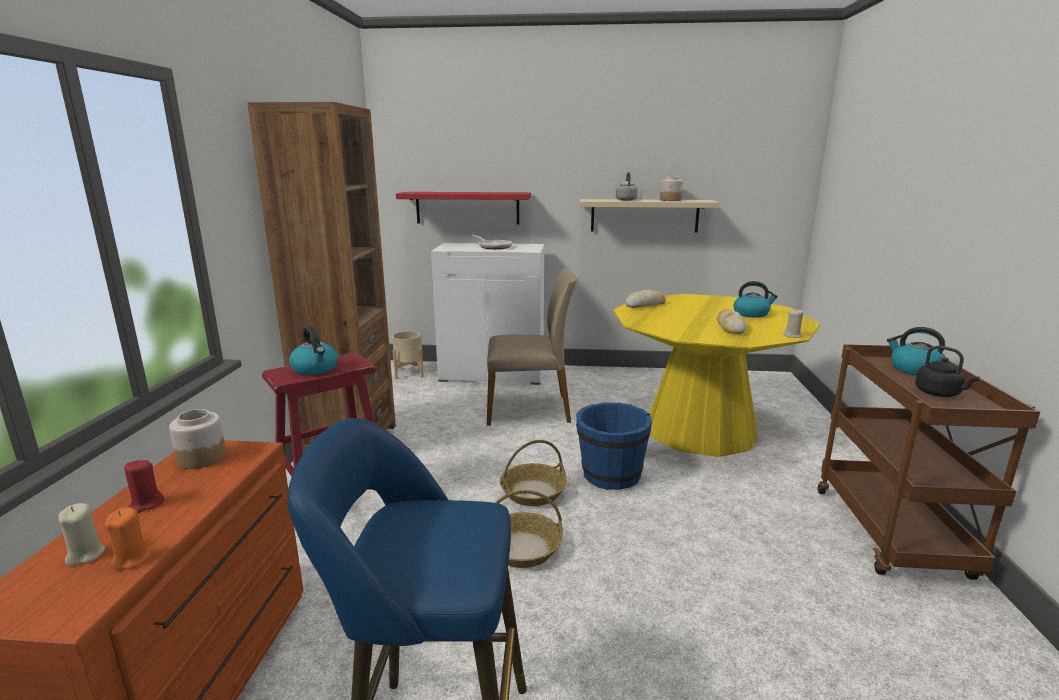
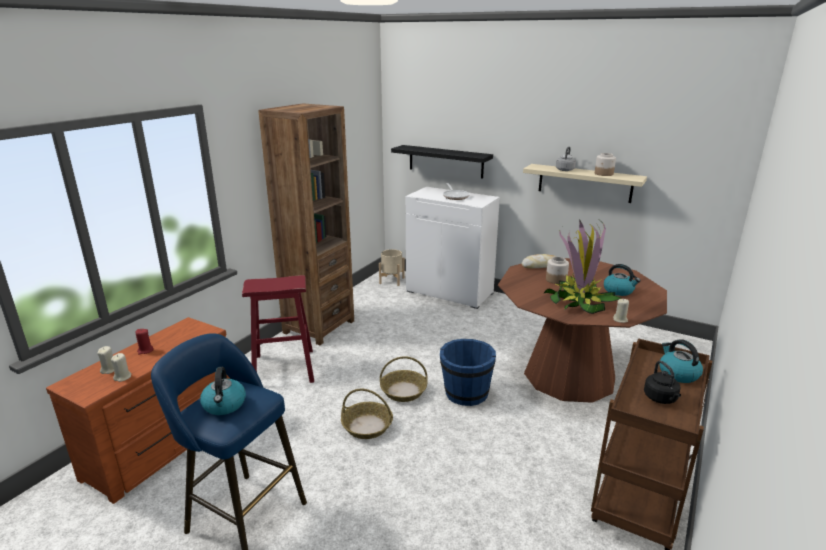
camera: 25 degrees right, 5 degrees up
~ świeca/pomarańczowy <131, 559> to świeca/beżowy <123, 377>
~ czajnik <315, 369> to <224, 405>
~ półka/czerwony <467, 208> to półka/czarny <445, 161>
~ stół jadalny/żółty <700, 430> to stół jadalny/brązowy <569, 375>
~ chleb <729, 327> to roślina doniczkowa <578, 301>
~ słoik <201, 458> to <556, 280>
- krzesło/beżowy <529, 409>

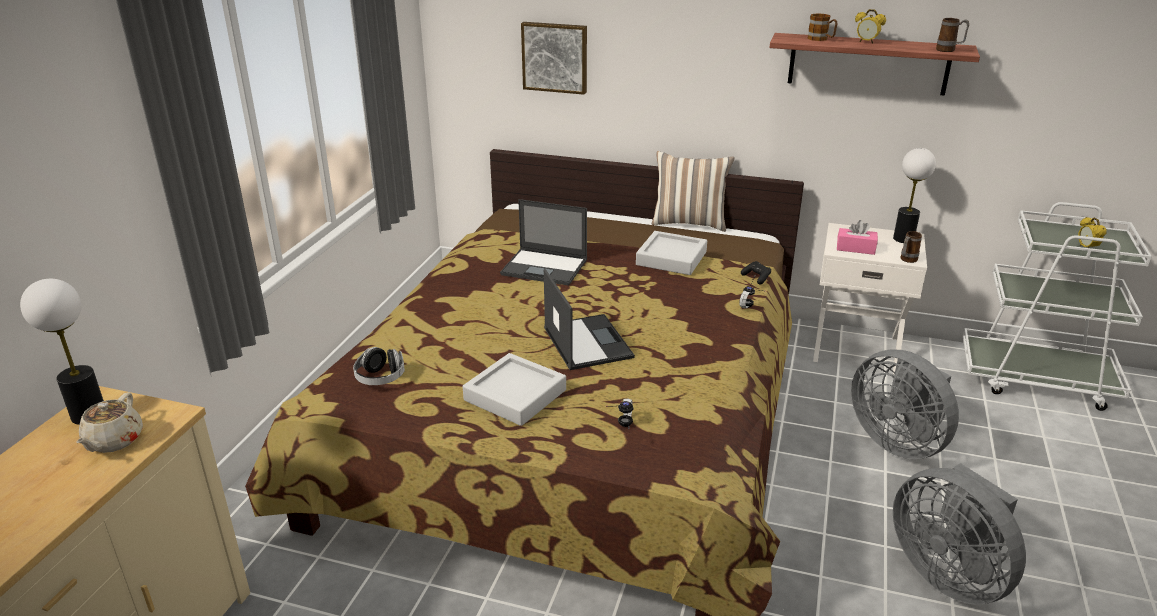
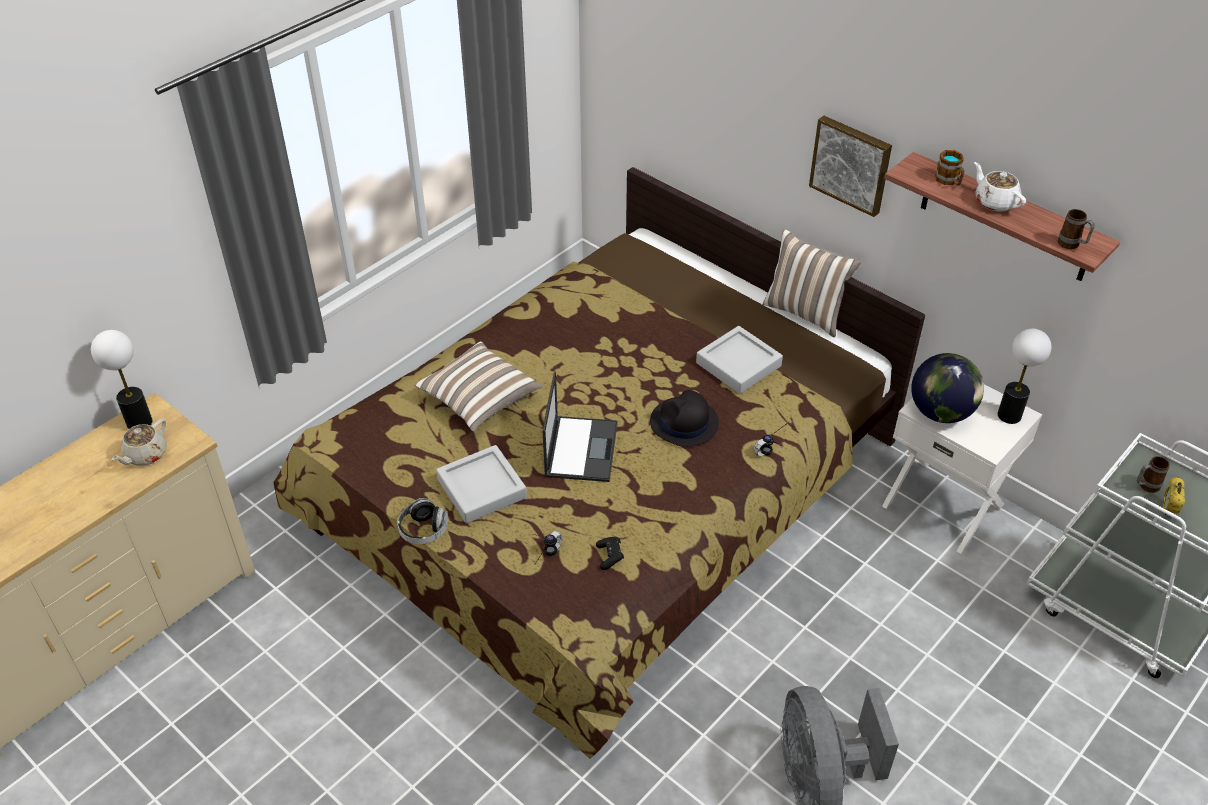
camera: 25 degrees right, 15 degrees up
~ słuchawki <380, 378> to <423, 530>
+ poduszka <479, 399>
~ pad do gier/czarny <756, 277> to <610, 556>
+ kapelusz/czarny <684, 423>
~ obraz <555, 57> to <851, 164>
~ pudełko chusteczek/różowy <855, 248> to globus <941, 412>
~ budzik <866, 42> to imbryk/biały <994, 202>
~ kubek <906, 260> to <1145, 486>
- laptop <545, 267>
- wentylator/szary <898, 441>

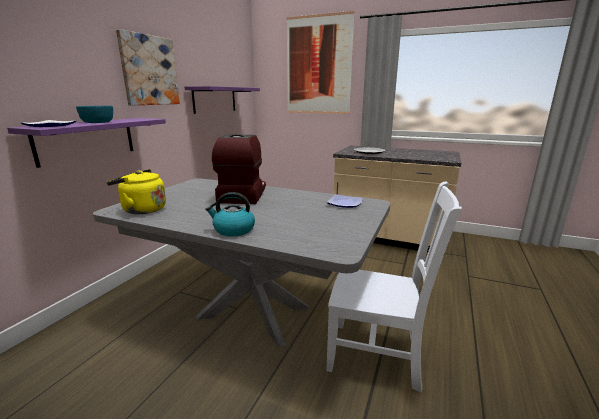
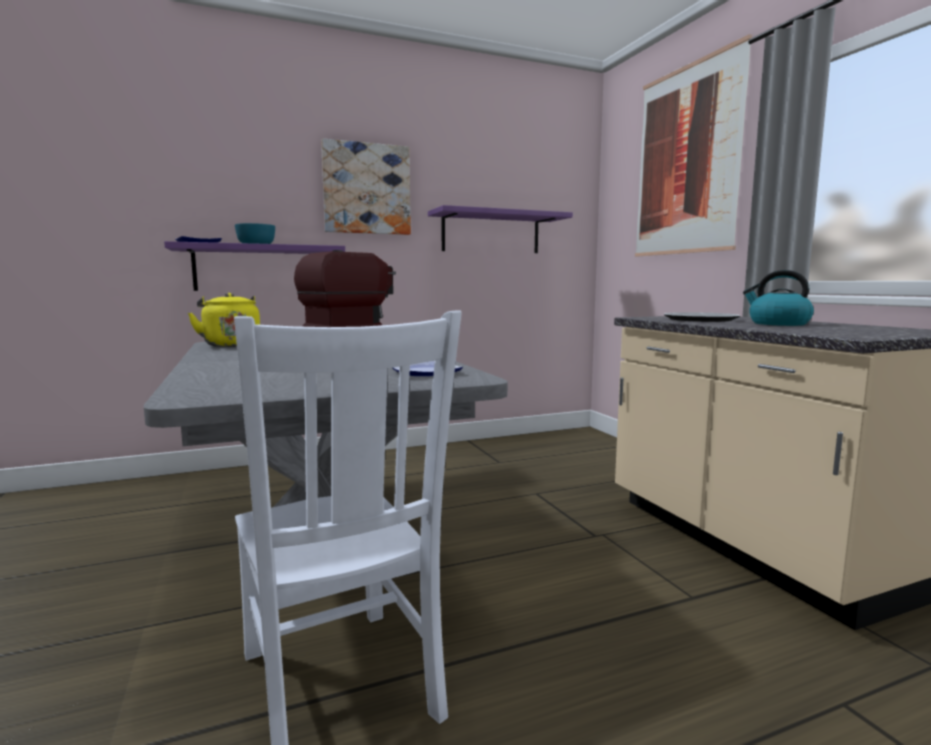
camera: 45 degrees right, 10 degrees down
~ czajnik <233, 230> to <777, 324>

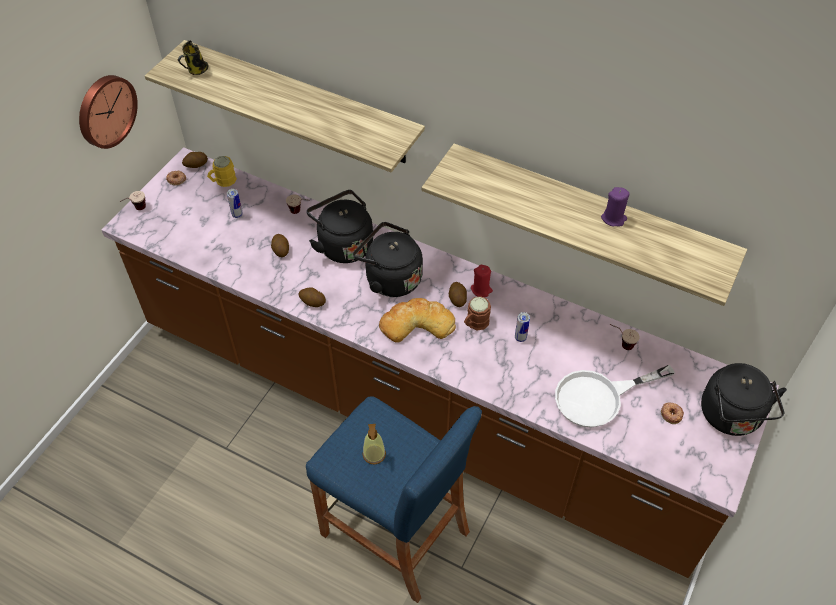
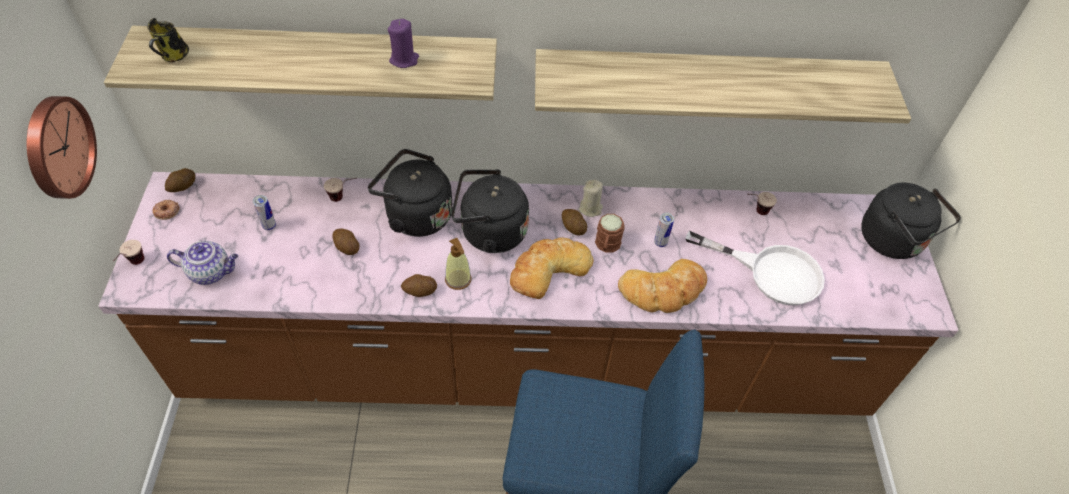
camera: 30 degrees left, 0 degrees up
+ imbryk <211, 272>
~ świeca/fioletowy <613, 218> to <404, 60>
~ dozownik mydła <374, 454> to <458, 279>
~ świeca/czerwony <481, 289> to świeca/beżowy <590, 209>
+ chleb <663, 290>
~ patelnia/biały <598, 397> = <771, 272> 105 degrees counterclockwise
- kubek/żółty <222, 181>
- donut <671, 414>

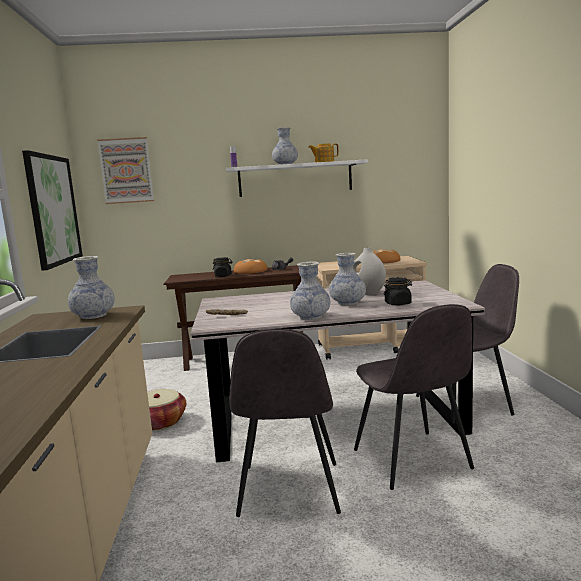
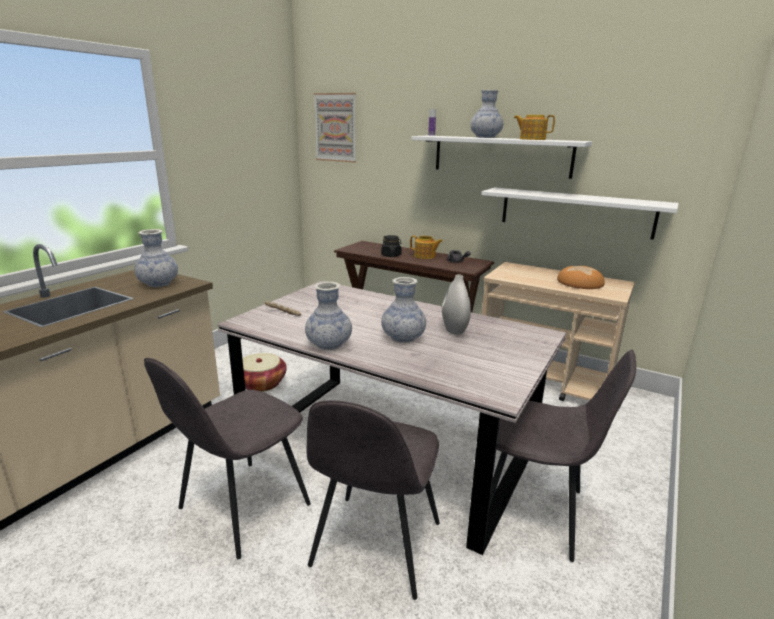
camera: 35 degrees right, 10 degrees up
~ chleb <250, 271> to imbryk <425, 256>
+ półka/biały <575, 212>
- obraz <53, 210>
- słoik/czarny <398, 303>

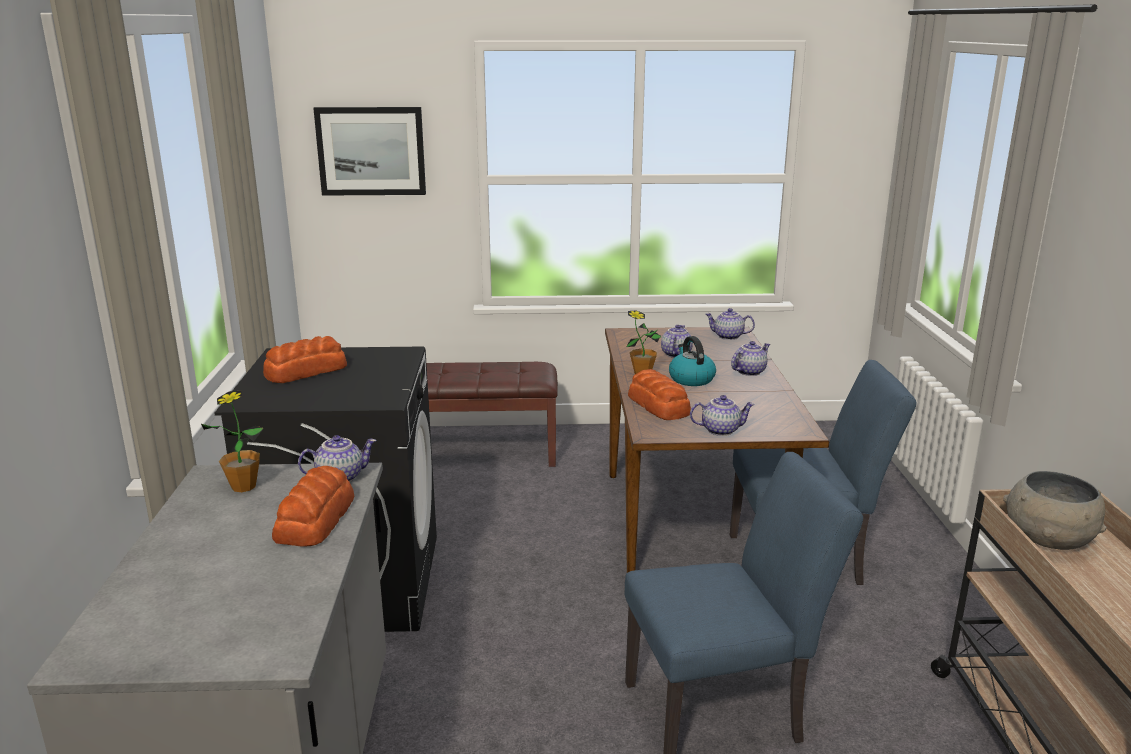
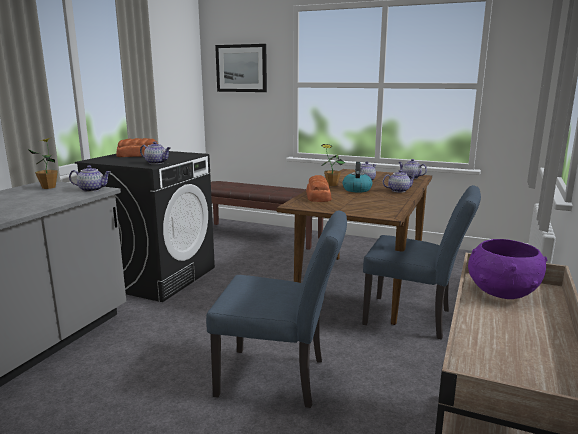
camera: 25 degrees right, 5 degrees down
~ imbryk <720, 430> to <157, 163>
~ miska/szary <1048, 538> to miska/fioletowy <502, 292>
- chleb <316, 519>

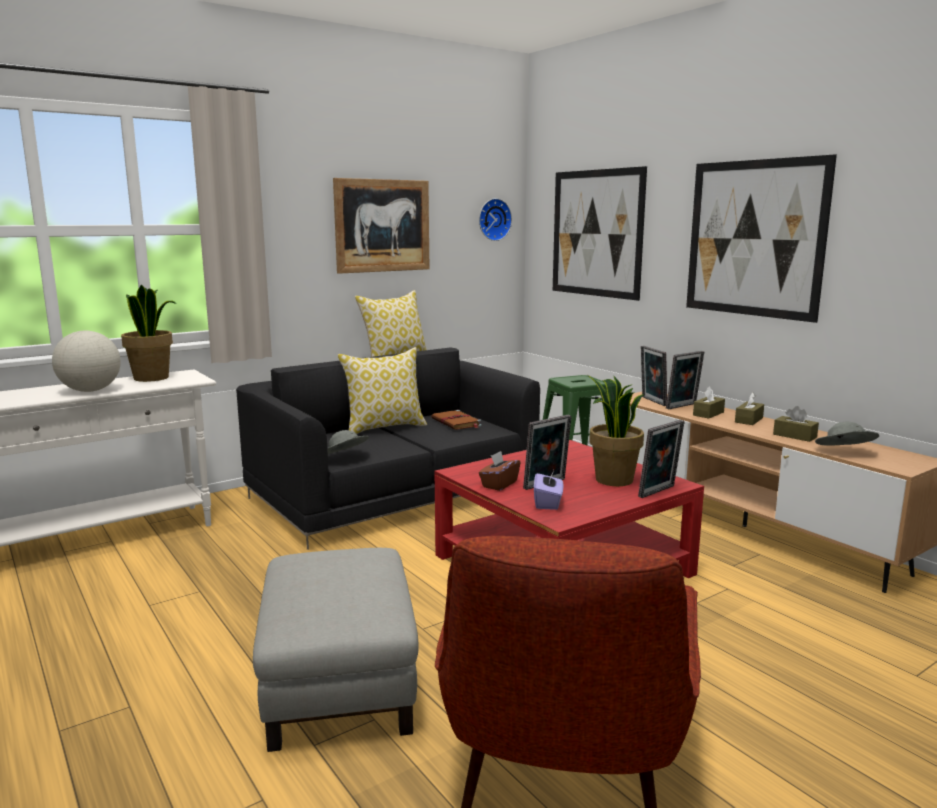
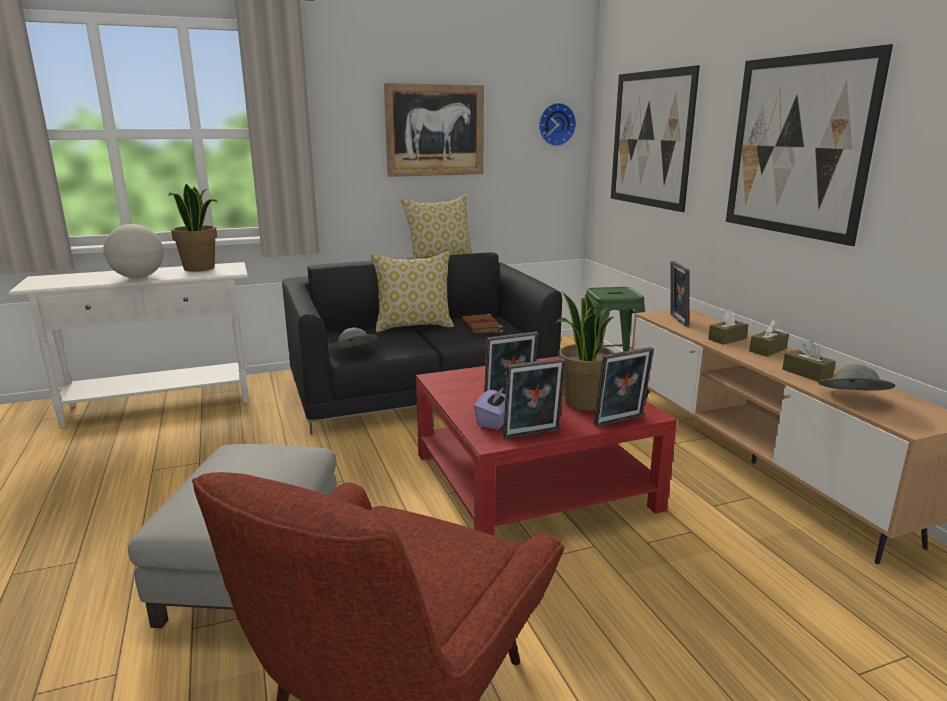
camera: 15 degrees right, 5 degrees up
~ ramka na zdjęcie <683, 406> to <532, 435>
- pudełko chusteczek/brązowy <499, 484>

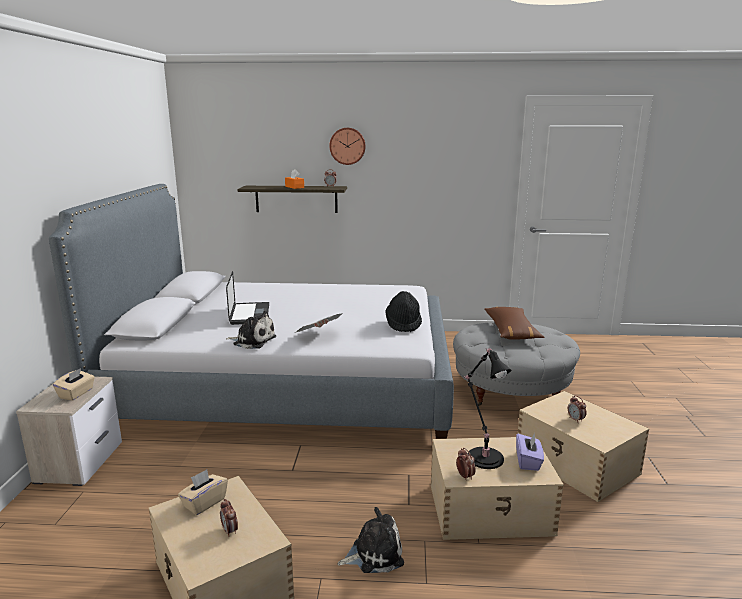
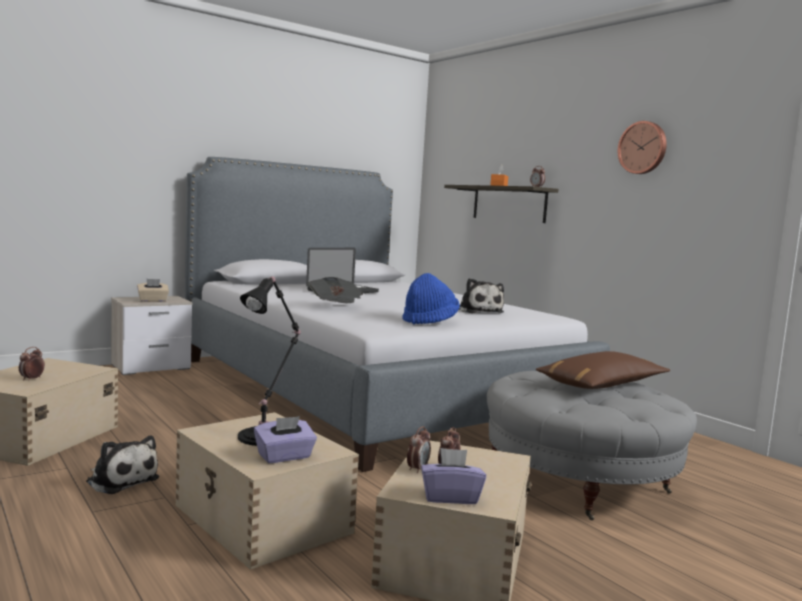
camera: 50 degrees right, 10 degrees down
~ kapelusz/czarny <403, 324> to kapelusz/niebieski <429, 321>
~ budzik <465, 476> to <417, 469>
+ pudełko chusteczek/fioletowy <450, 497>
~ pluszak <252, 341> to <479, 311>
~ zegar ścienny <347, 146> to <643, 148>
- pudełko chusteczek/beżowy <204, 503>

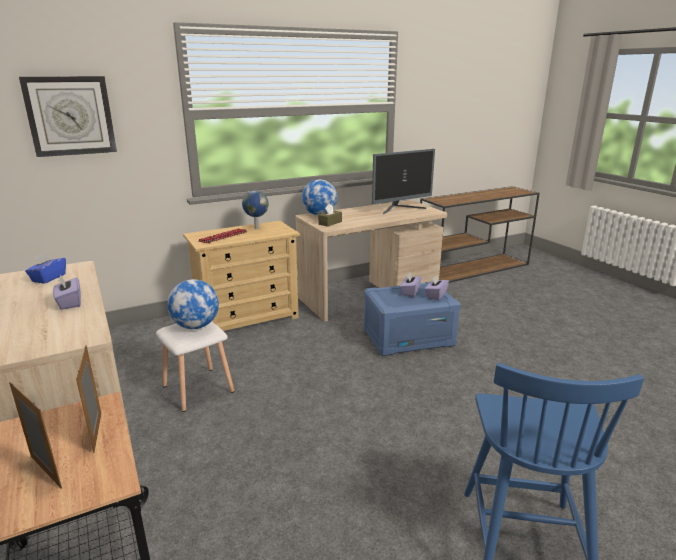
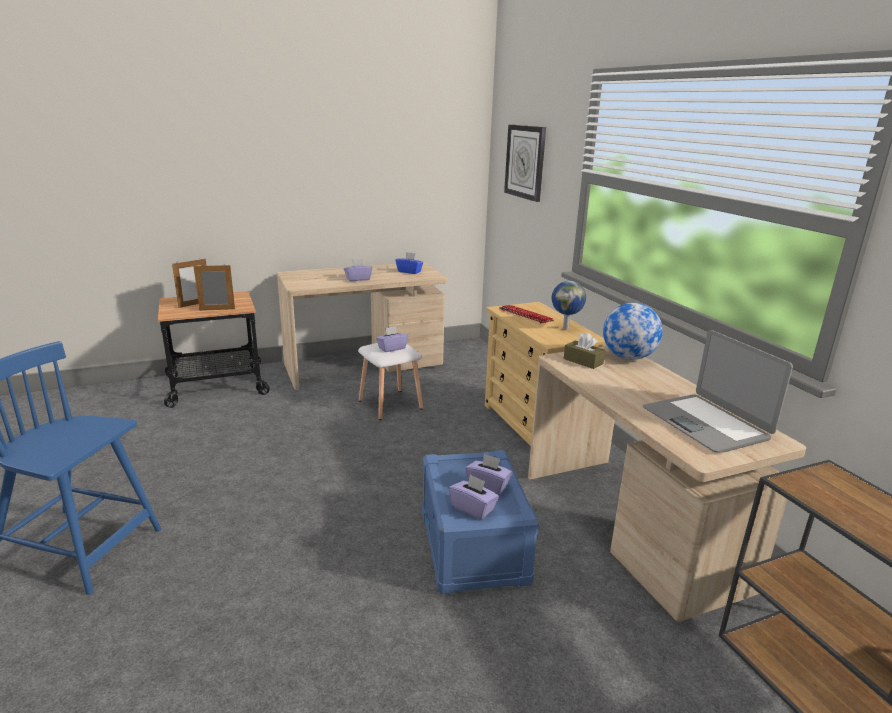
camera: 95 degrees right, 0 degrees up
~ globus <196, 326> to pudełko chusteczek/fioletowy <392, 348>
~ monitor <400, 209> to laptop <706, 423>

